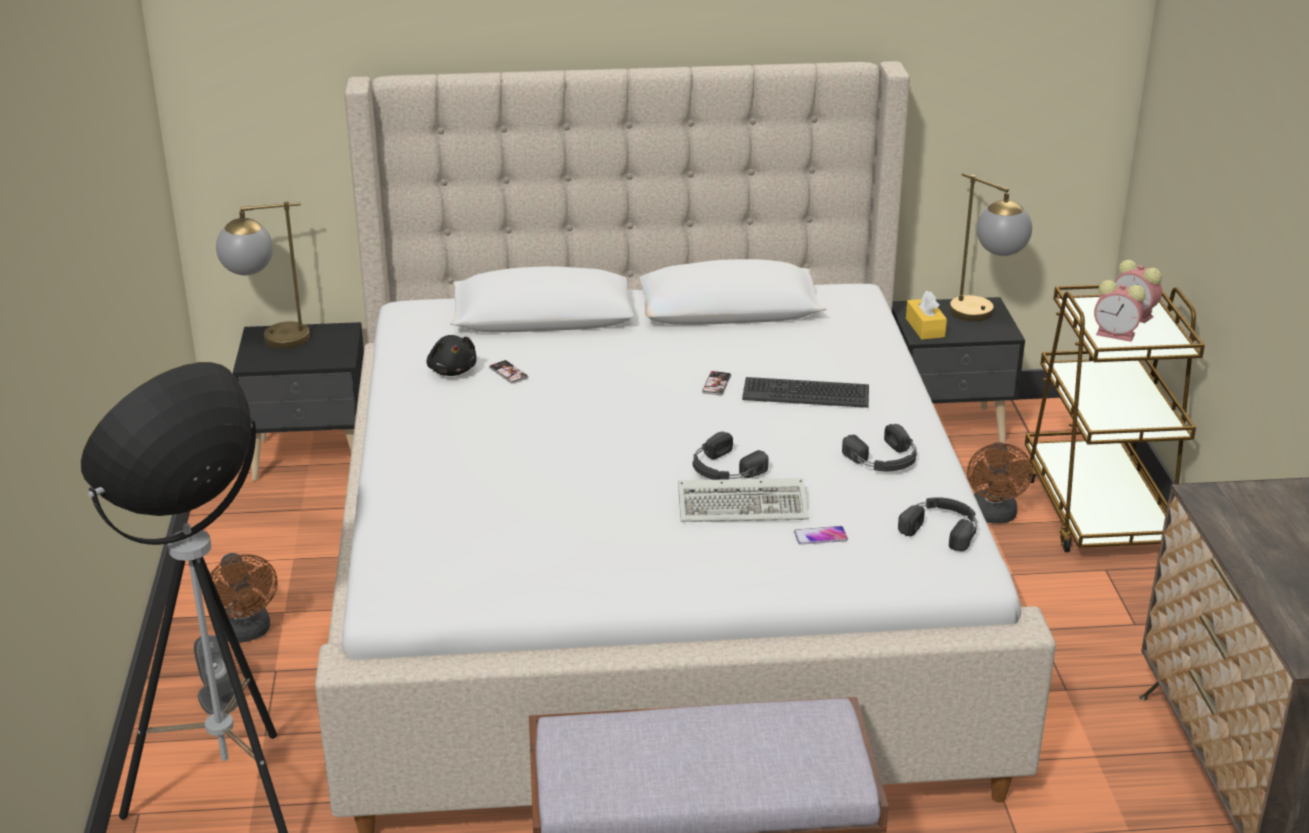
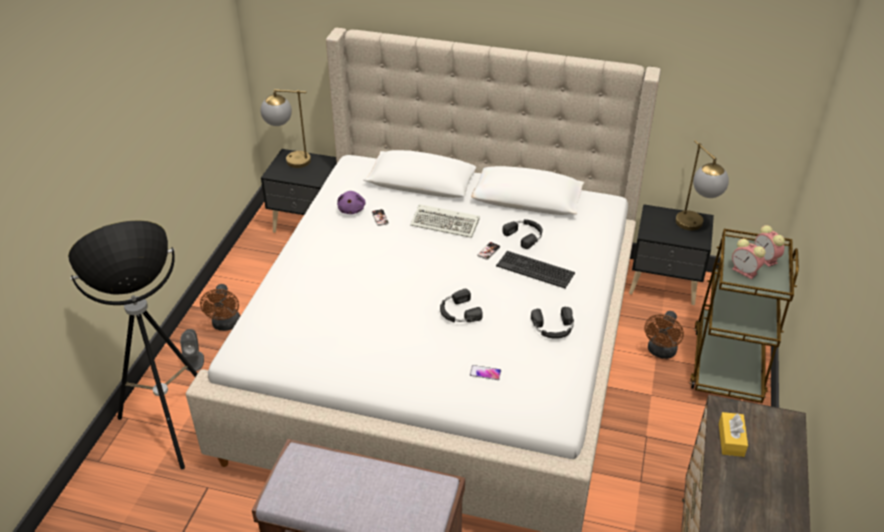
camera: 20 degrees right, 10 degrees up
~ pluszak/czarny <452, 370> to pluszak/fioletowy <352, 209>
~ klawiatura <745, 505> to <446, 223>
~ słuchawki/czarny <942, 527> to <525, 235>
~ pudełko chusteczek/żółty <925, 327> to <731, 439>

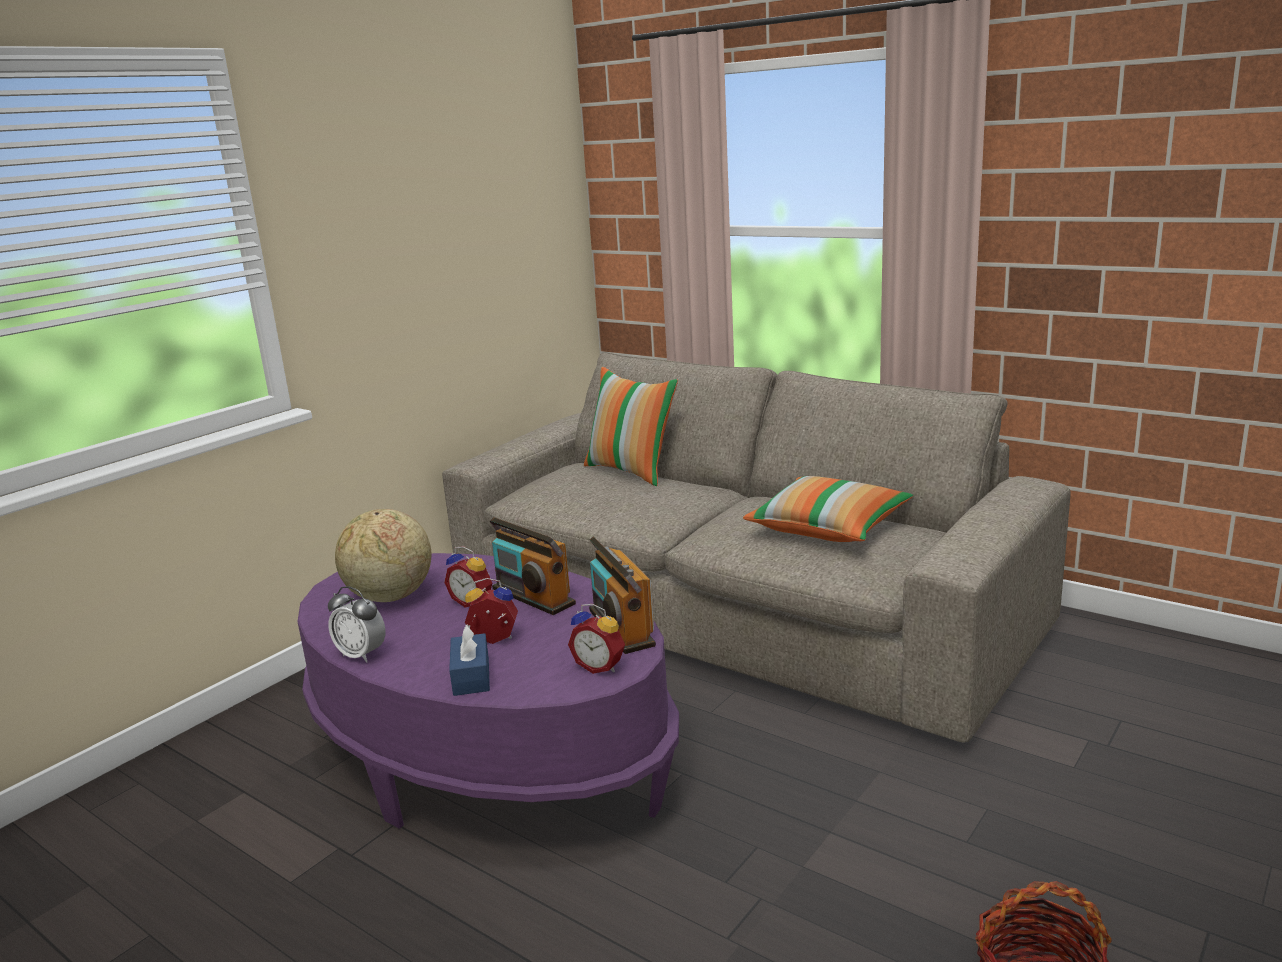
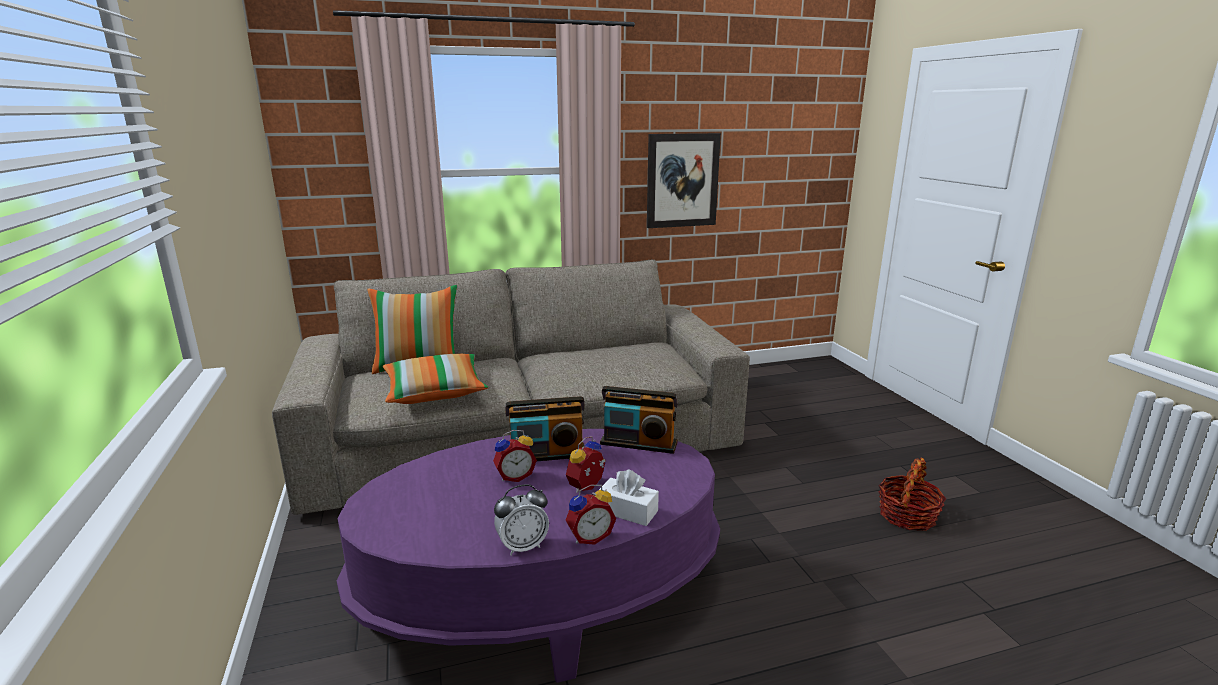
camera: 55 degrees left, 0 degrees up
~ poduszka <829, 528> to <435, 392>
~ budzik <600, 666> to <589, 537>
~ pudełko chusteczek/niebieski <471, 676> to pudełko chusteczek/biały <627, 511>
+ obraz <682, 180>
- globus <389, 597>

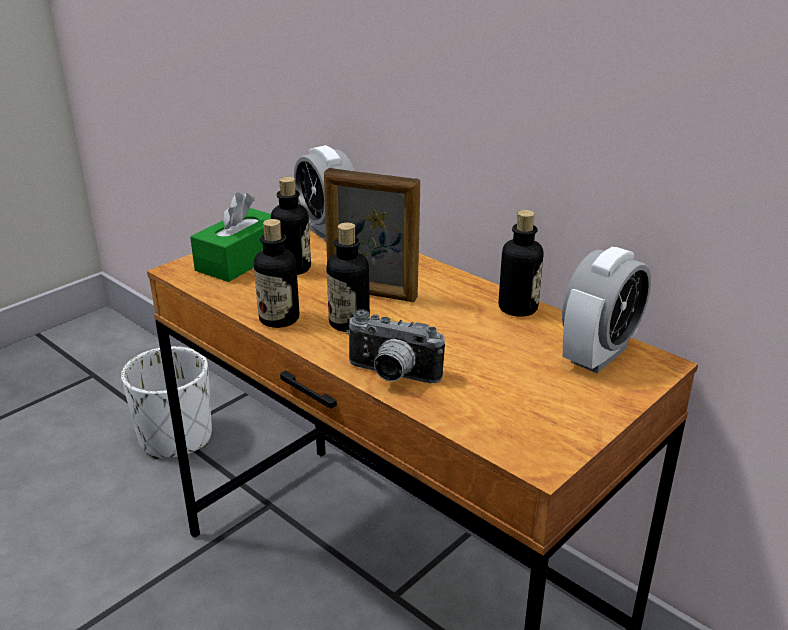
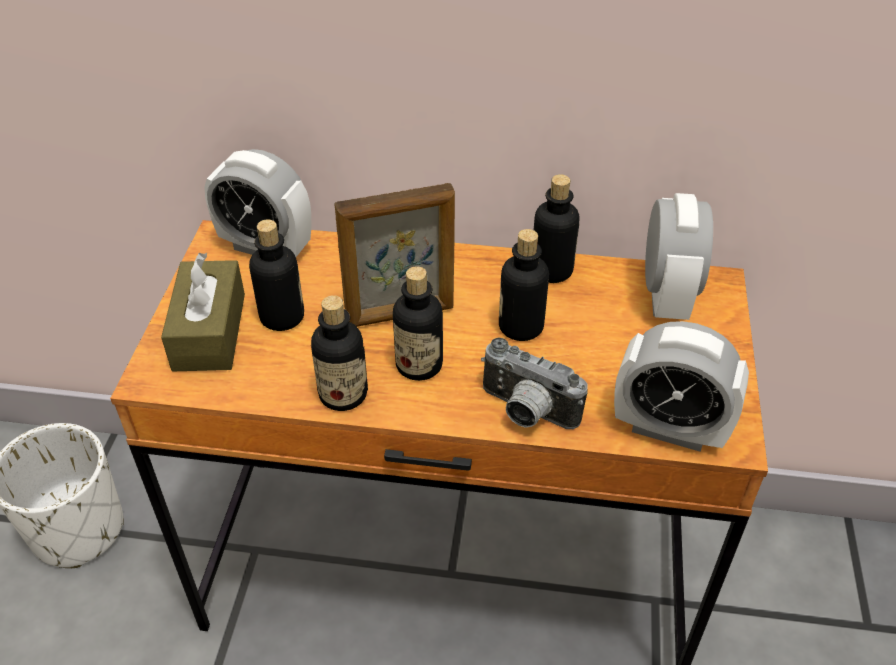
camera: 35 degrees left, 15 degrees up
~ pudełko chusteczek/zielony <240, 260> to pudełko chusteczek/brązowy <209, 331>
~ aparat fotograficzny <391, 376> = <525, 412> 45 degrees clockwise
+ butelka <521, 327>
+ budzik <669, 428>

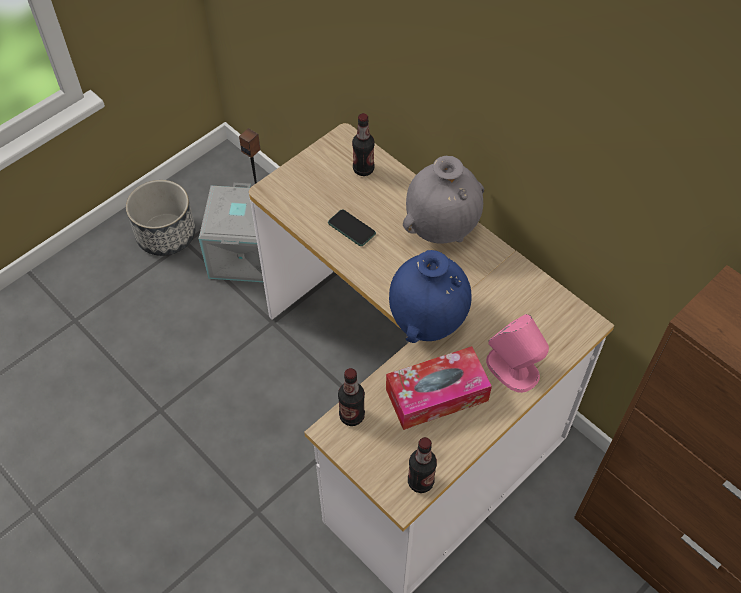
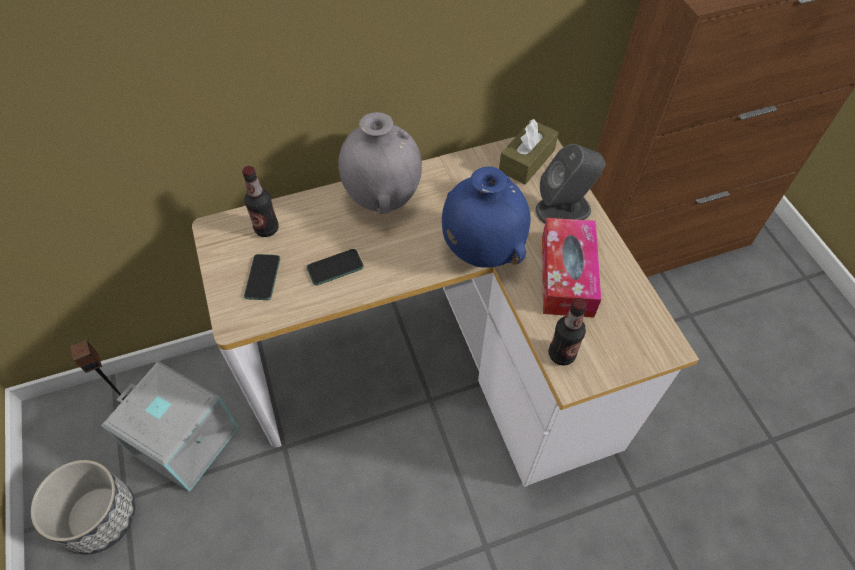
camera: 65 degrees left, 0 degrees up
+ telefon <262, 277>
+ pudełko chusteczek/brązowy <526, 160>
~ głośnik/różowy <513, 369> to głośnik/szary <564, 209>
- butelka <420, 482>

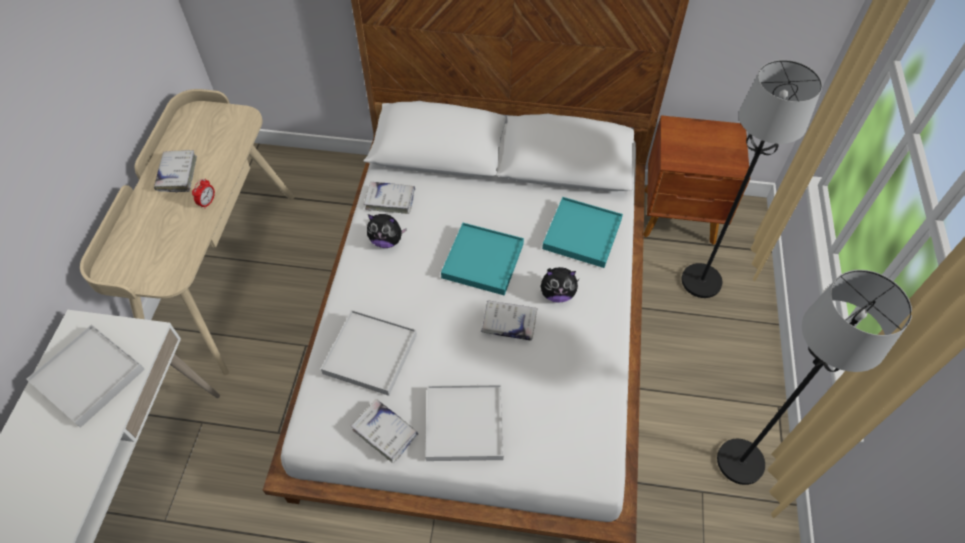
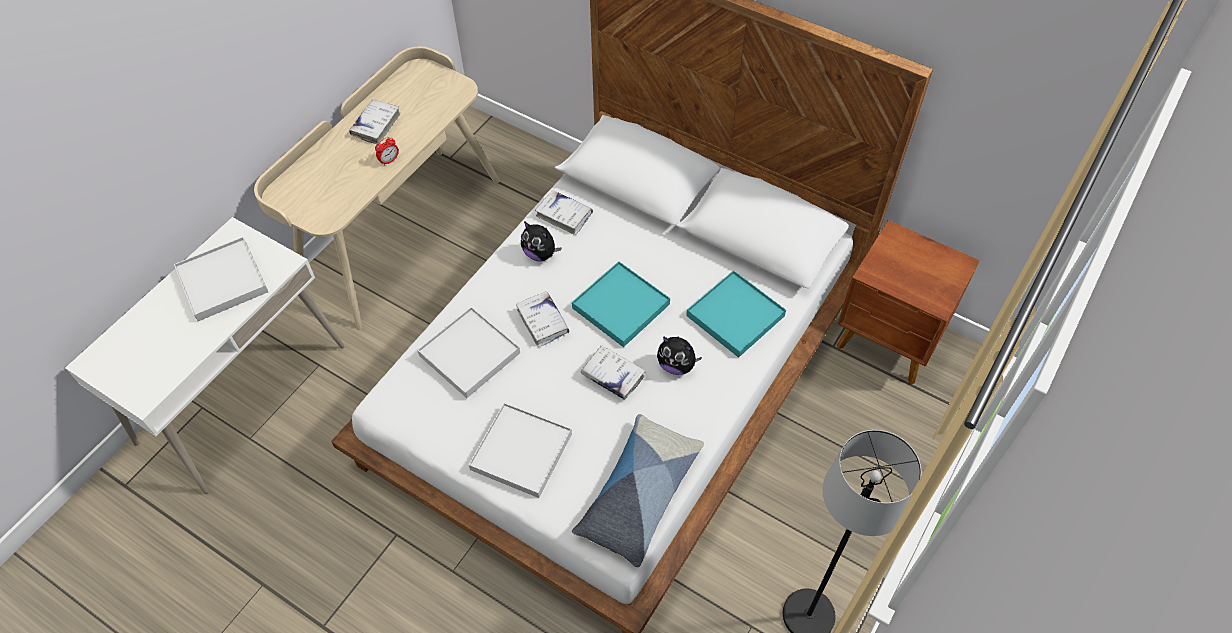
camera: 25 degrees right, 0 degrees up
~ książka/biały <385, 433> to <543, 322>
+ poduszka <638, 494>
- lampa stojąca/czarny <701, 282>

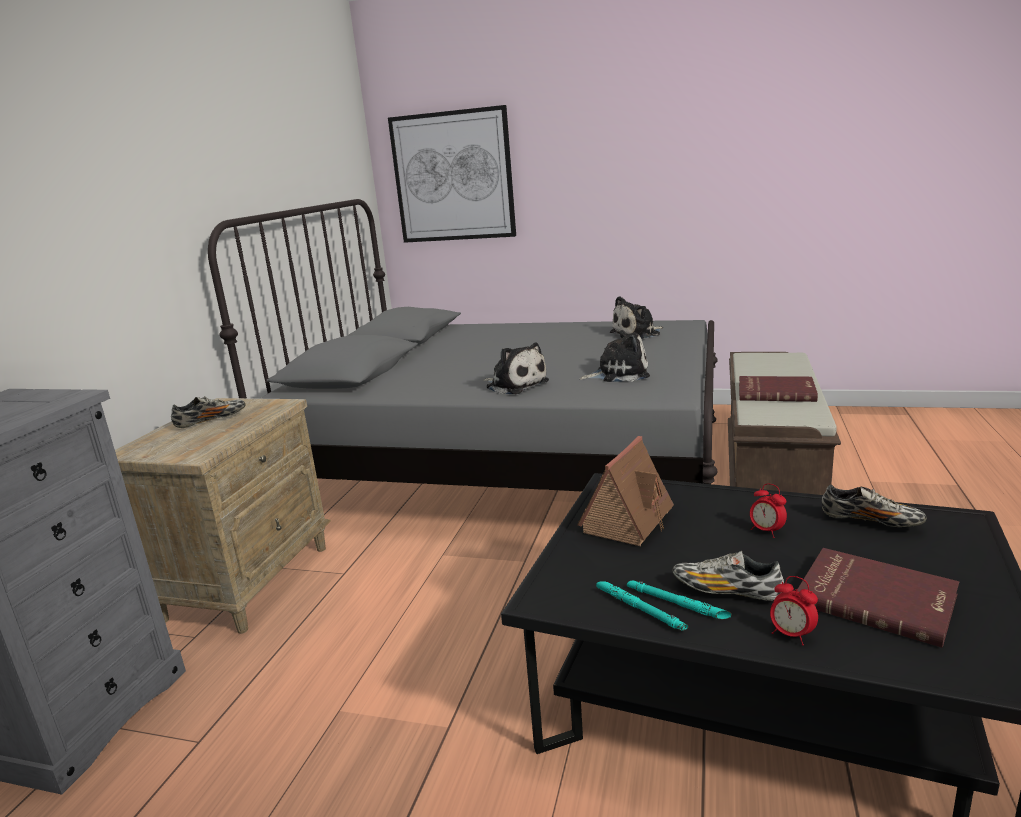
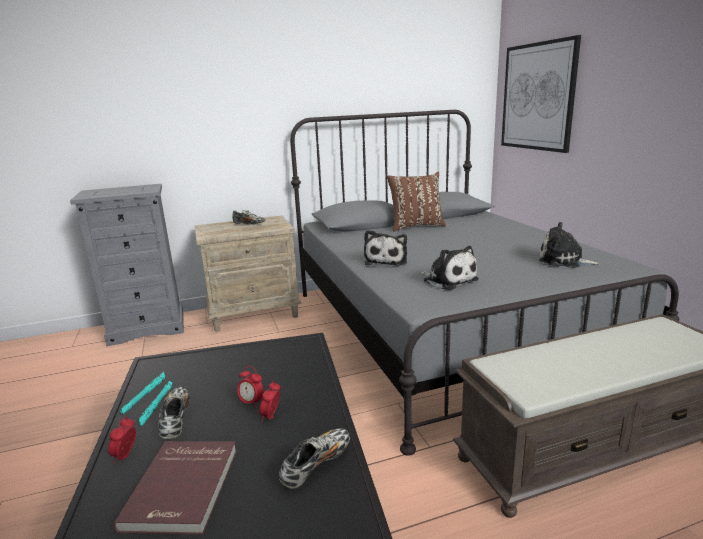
camera: 55 degrees right, 0 degrees up
+ budzik <251, 403>
~ but <870, 521> = <316, 465> 135 degrees counterclockwise
+ poduszka/brązowy <416, 226>
- domek <628, 520>
- książka/czerwony <776, 392>

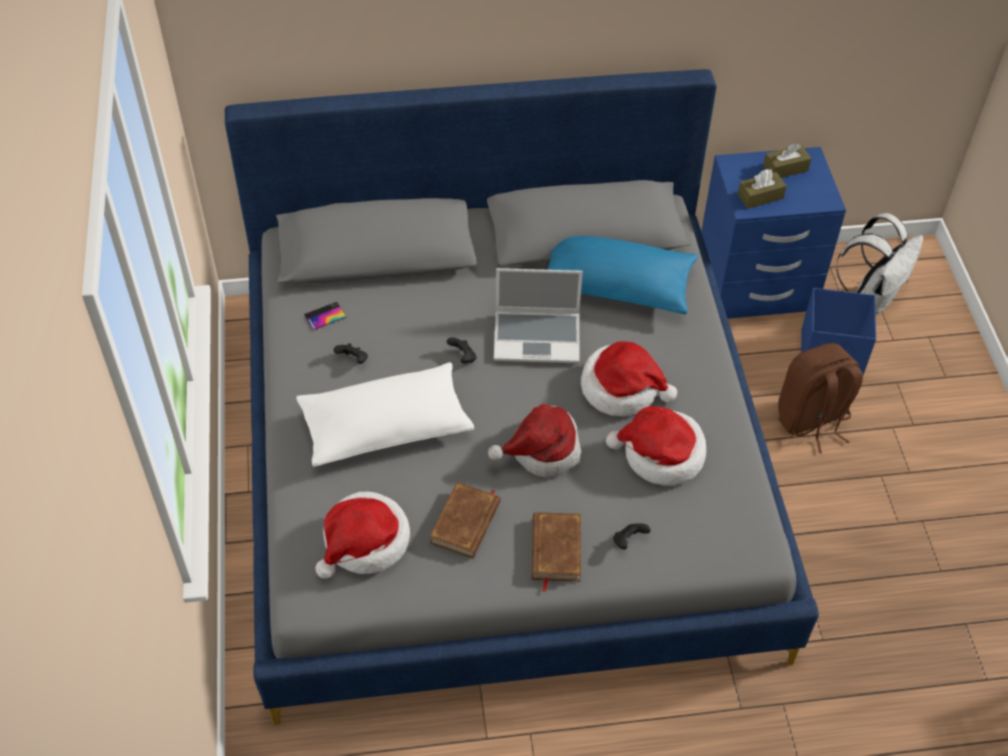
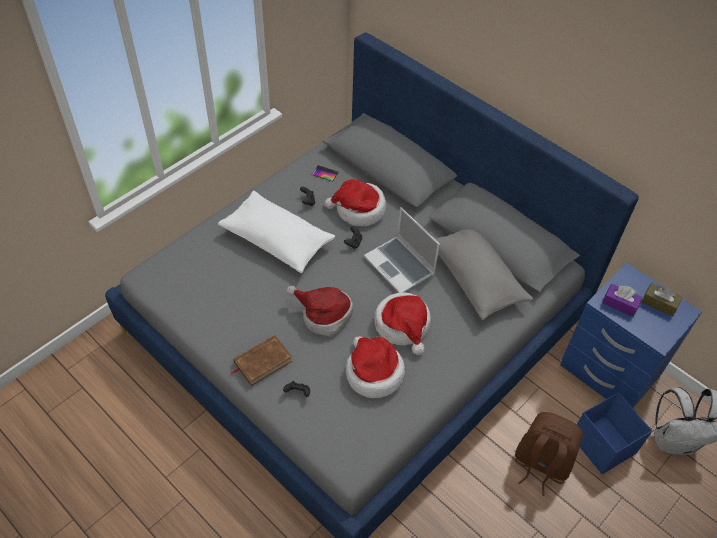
camera: 50 degrees right, 0 degrees up
~ kapelusz <365, 542> to <359, 210>
~ poduszka/niebieski <617, 285> to poduszka/szary <476, 279>
~ pudełko chusteczek/brązowy <760, 196> to pudełko chusteczek/fioletowy <620, 304>
- książka/brązowy <466, 523>

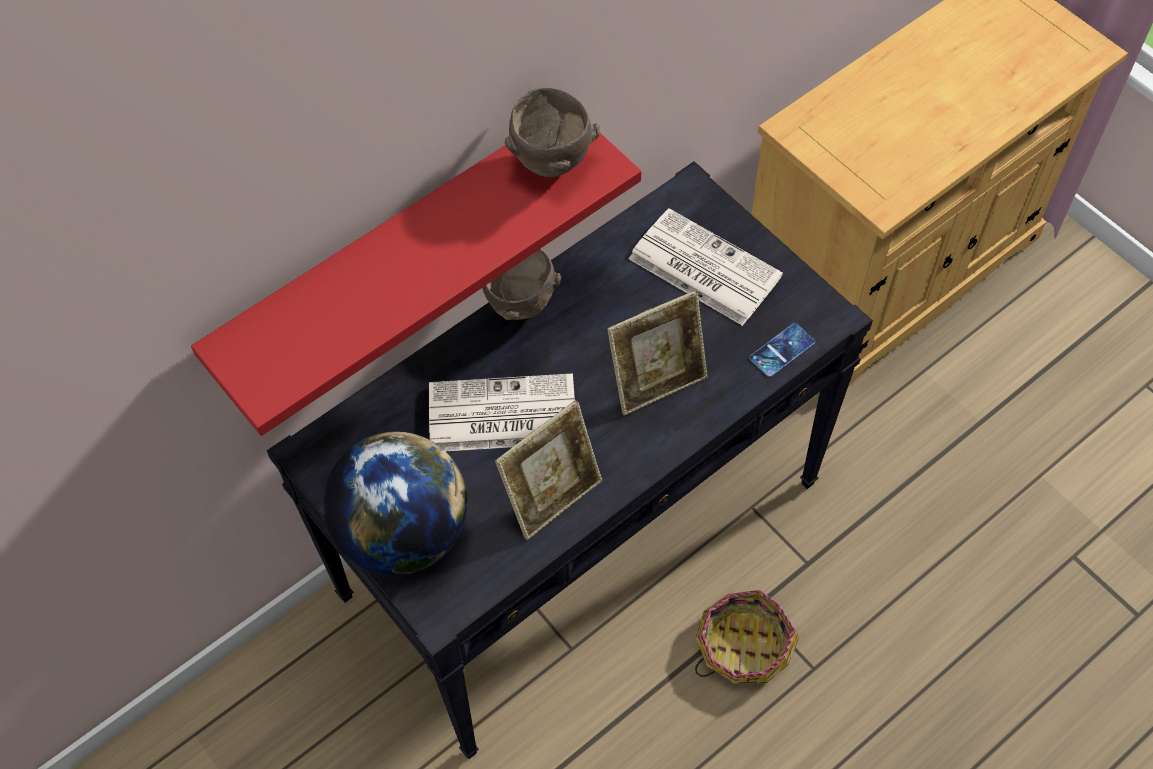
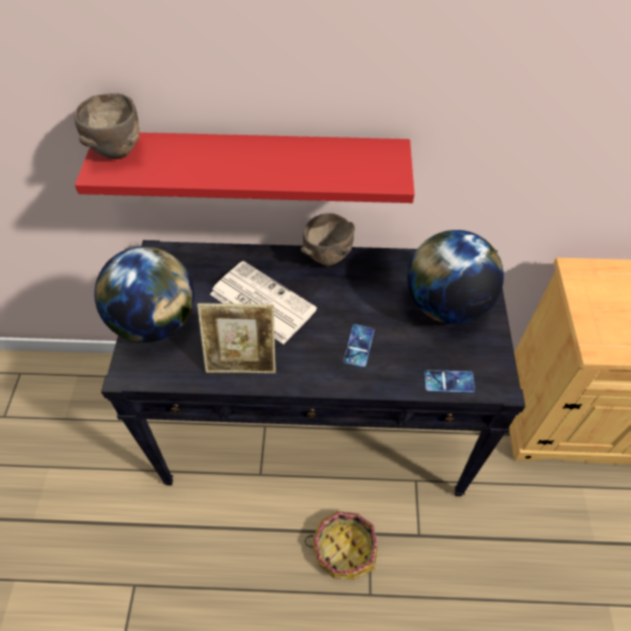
camera: 40 degrees right, 5 degrees down
~ miska/brązowy <552, 165> to <117, 153>
~ ramka na zdjęcie <657, 382> to telefon <359, 345>
~ gazeta <702, 267> to globus <446, 305>

